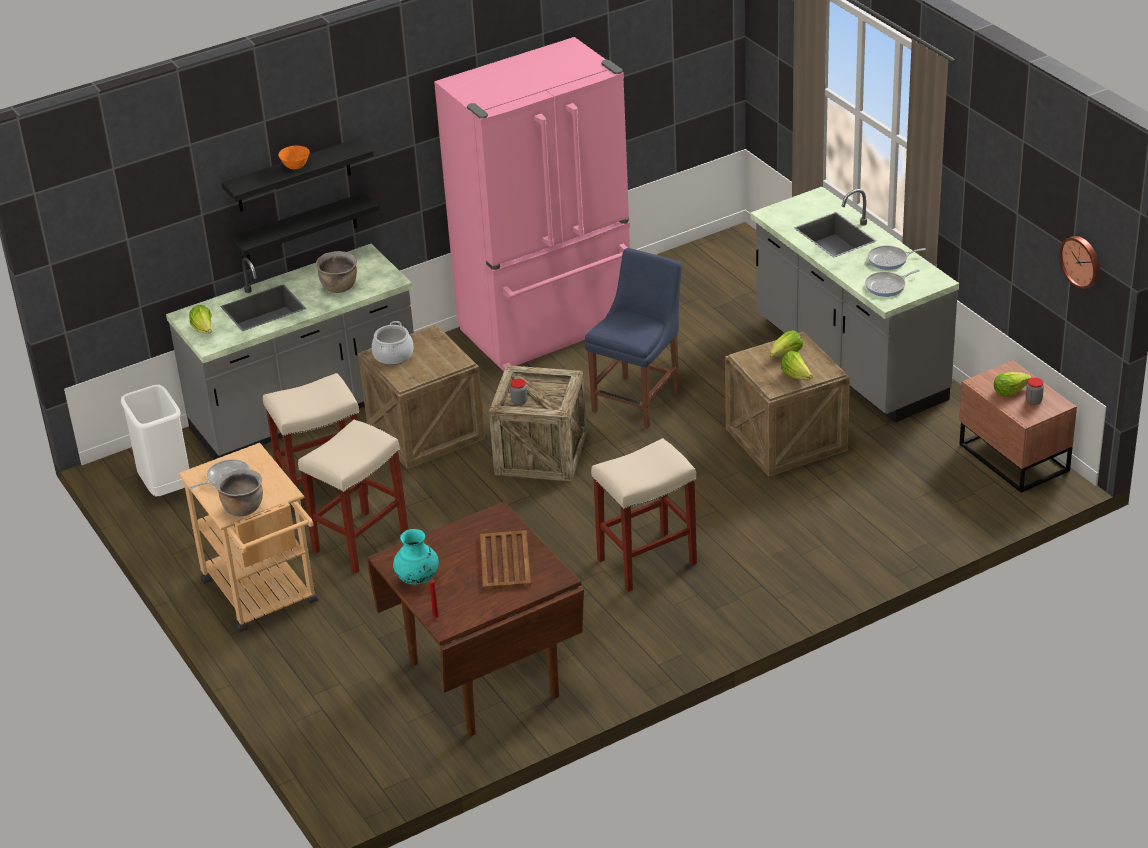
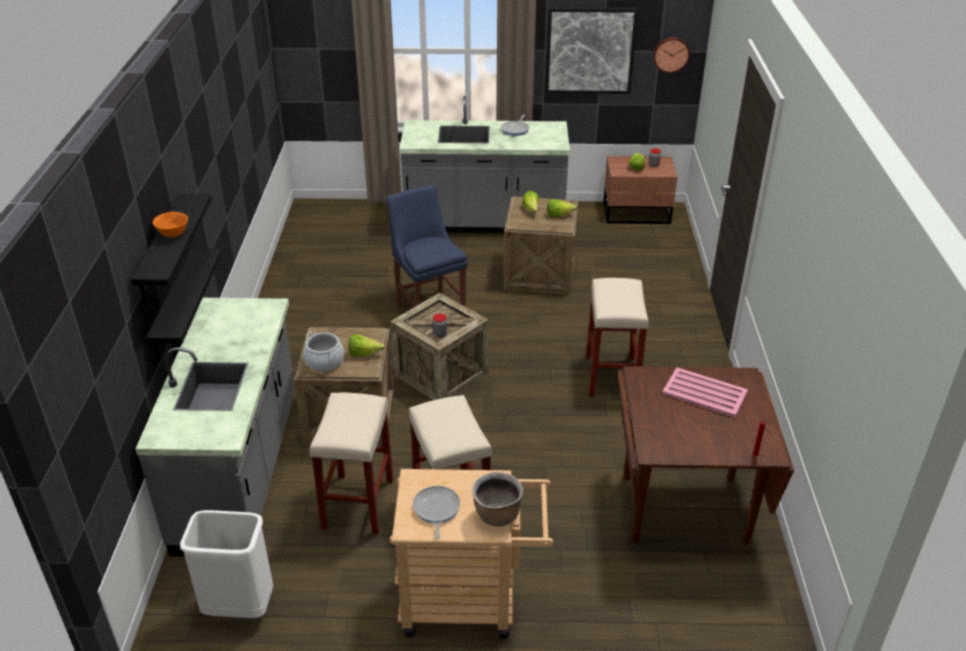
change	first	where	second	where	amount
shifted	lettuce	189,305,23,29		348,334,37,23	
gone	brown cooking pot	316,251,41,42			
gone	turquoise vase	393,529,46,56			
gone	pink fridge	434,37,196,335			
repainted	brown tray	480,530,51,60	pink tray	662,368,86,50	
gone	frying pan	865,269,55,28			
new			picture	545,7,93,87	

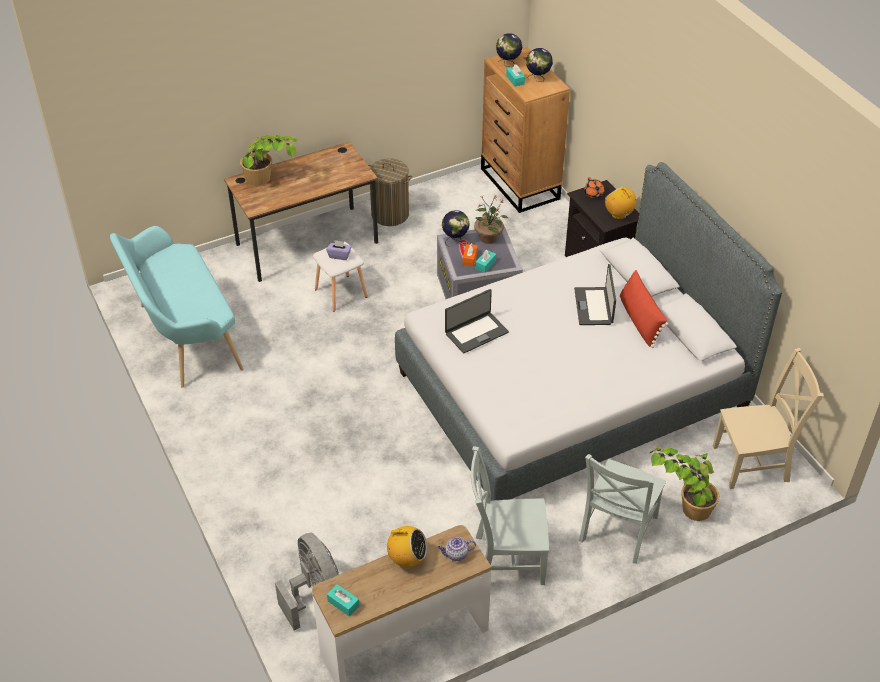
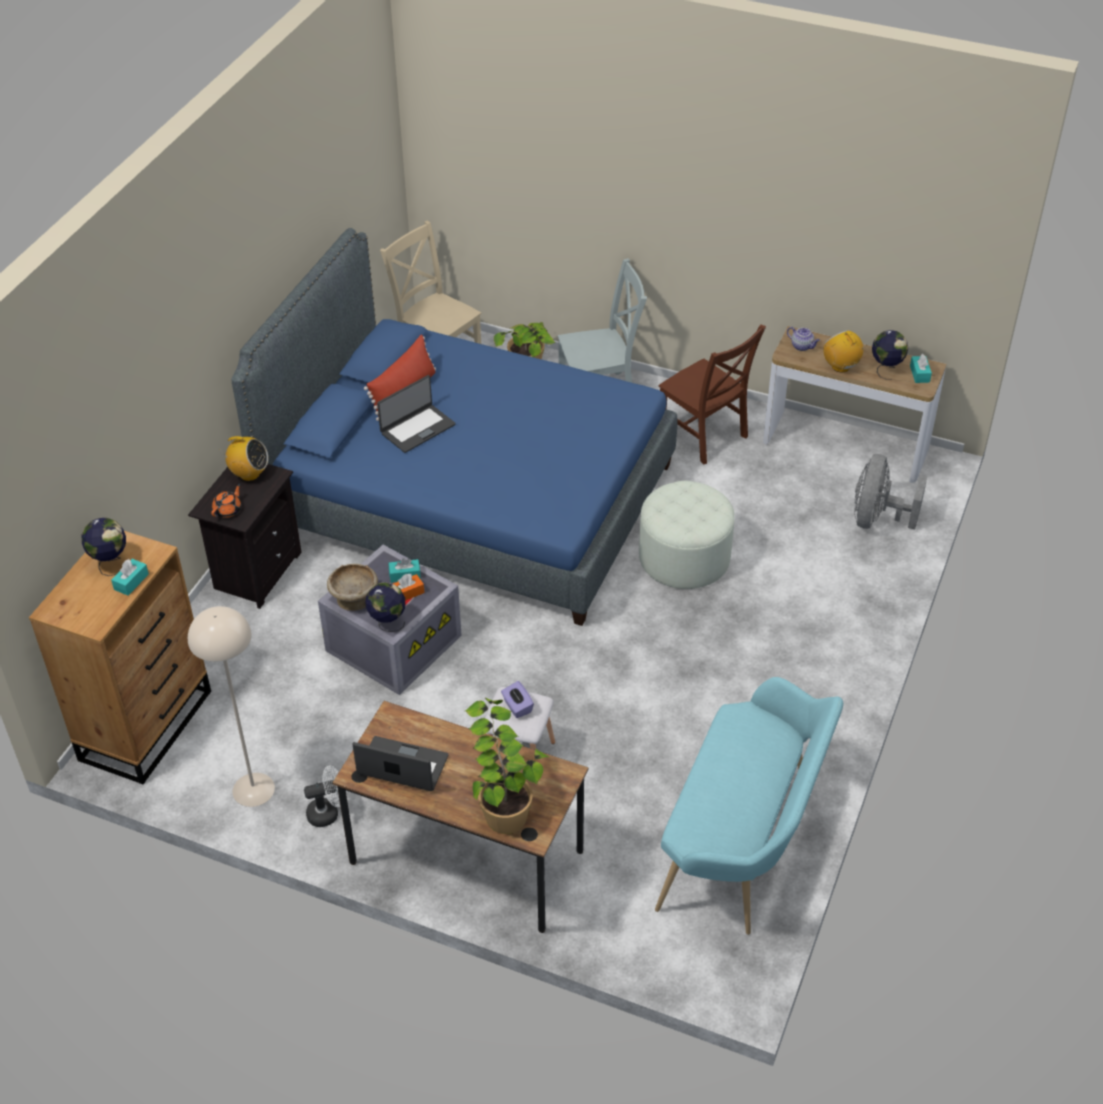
change	first	where	second	where	amount
swapped	laundry basket	368,159,44,67	white fan	304,766,36,61	
repainted	grey bed	395,162,387,339	blue bed	231,228,446,398	
shifted	laptop	445,289,64,65		352,736,97,55	
repainted	grey chair	471,446,78,139	brown chair	659,325,107,140	
swapped	potted plant	474,195,34,49	beige bowl	327,564,51,47	
shifted	globe	496,33,27,34		872,330,36,50	
rotated	radio	605,186,33,33		219,436,49,45	90 degrees counterclockwise
new			beige floor lamp	188,606,87,201	
new			white ottoman	639,481,96,108	

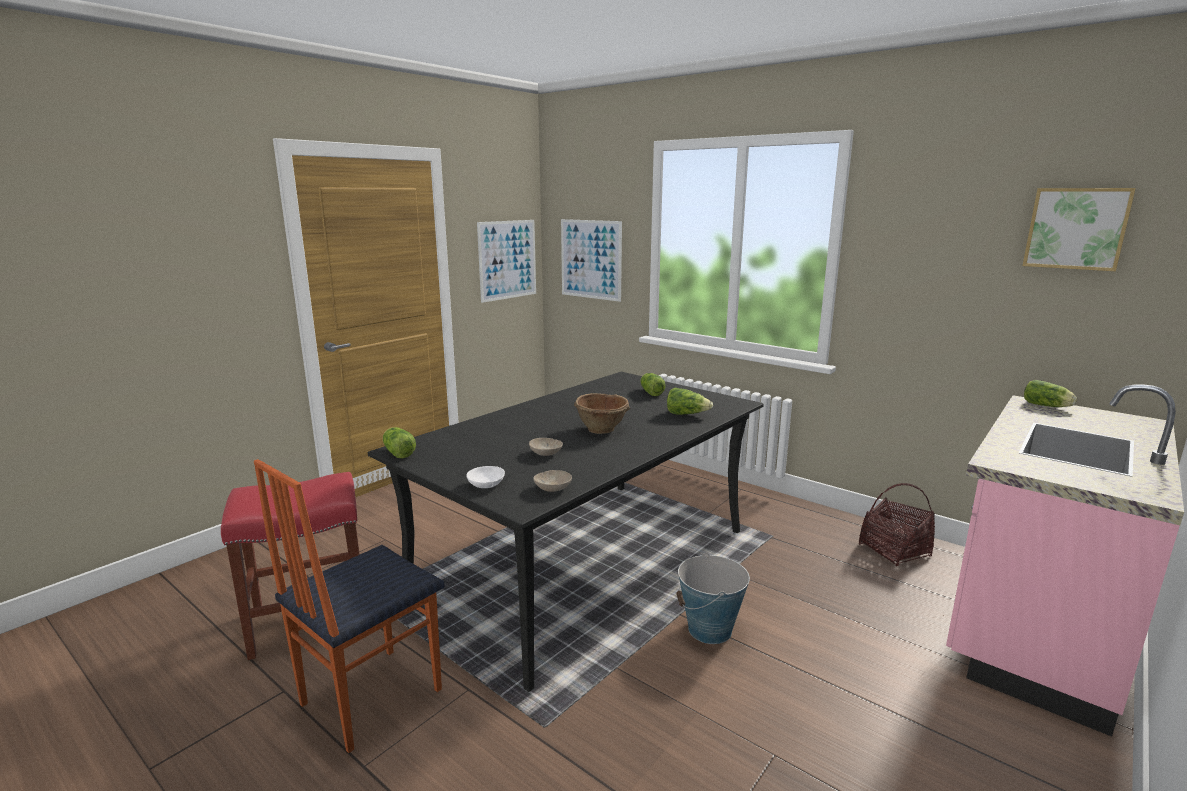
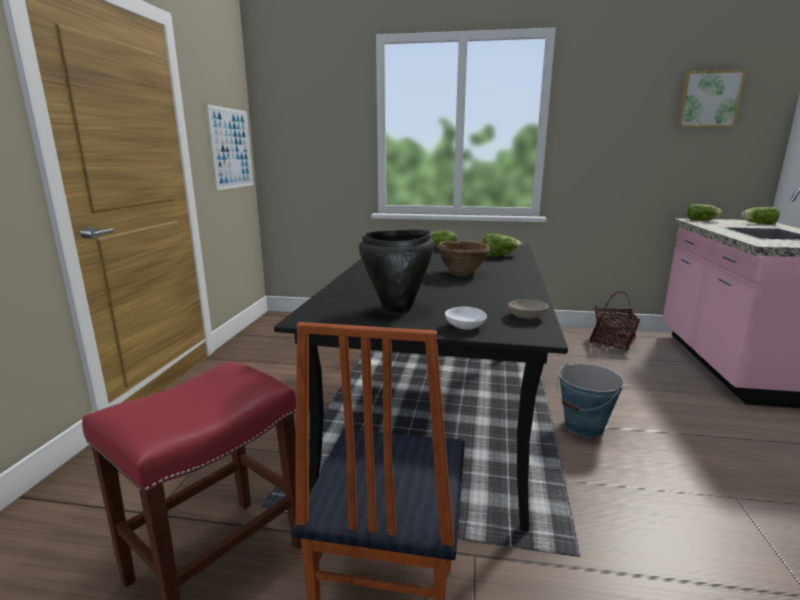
change	first	where	second	where	amount
shifted	lettuce	383,427,33,32		741,207,39,17	
gone	beige bowl	529,438,34,18			
gone	picture	561,219,61,83			
new			black cooking pot	359,229,75,84	

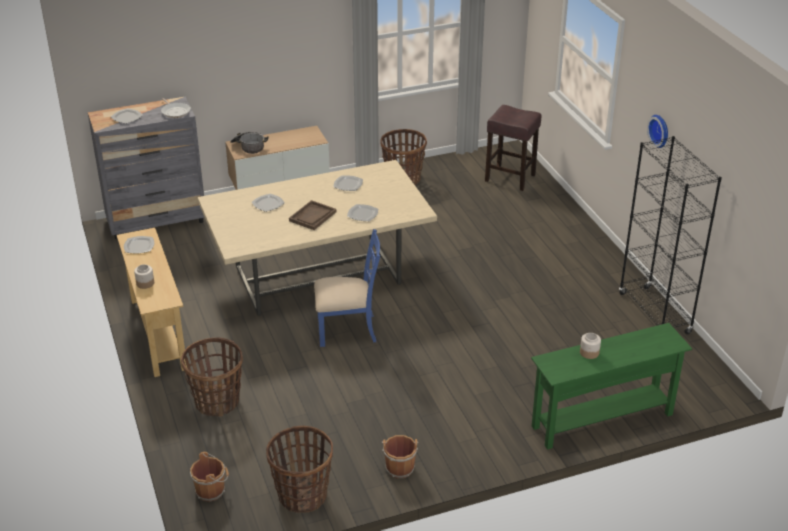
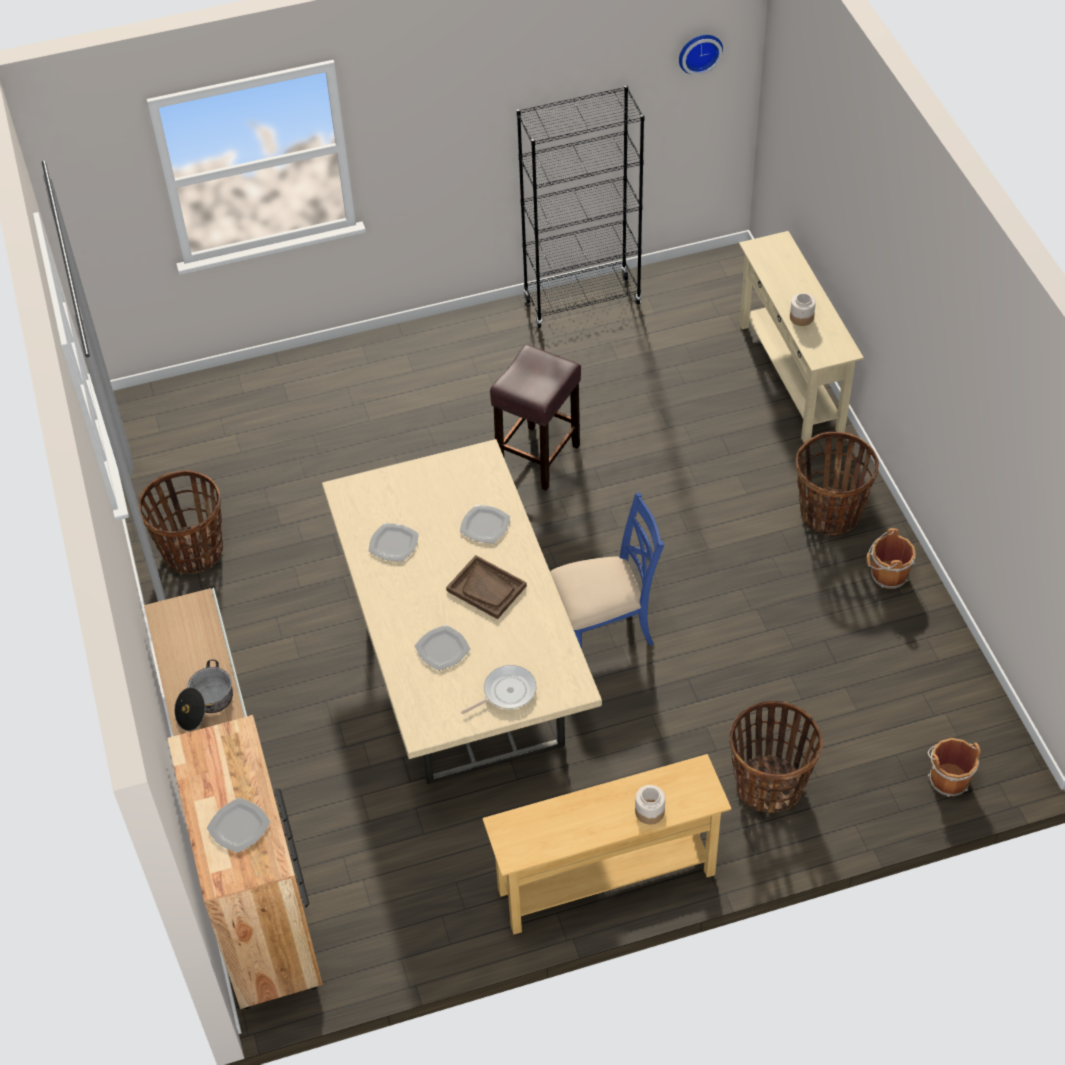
change	first	where	second	where	amount
repainted	grey dresser	88,96,117,143	brown dresser	167,715,156,294	
gone	plate	124,236,30,18			
shifted	frying pan	161,98,30,20		461,665,76,49	
shifted	basket	266,426,67,87		796,432,83,103	
rotated	blue chair	314,229,66,118		550,493,114,156	75 degrees clockwise
shifted	brown stool	485,105,57,86		490,344,91,147	
repainted	green console table	531,323,161,127	beige console table	739,231,125,212	
shifted	wall clock	647,115,21,33		679,35,44,40	

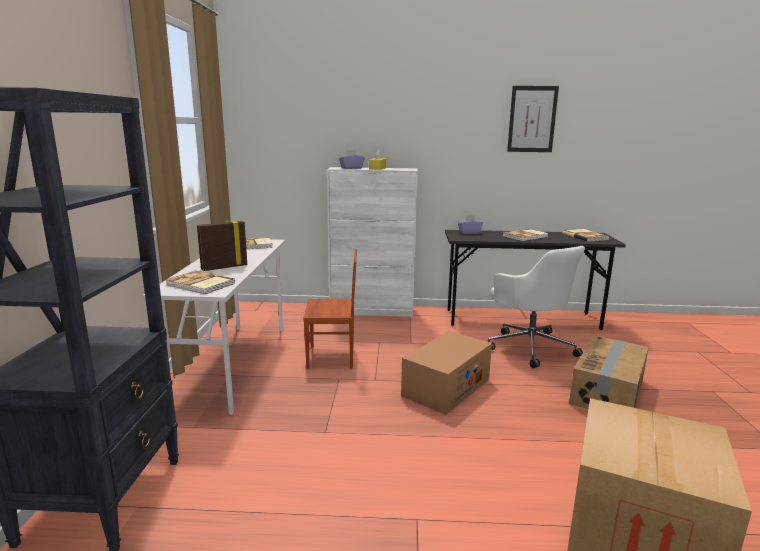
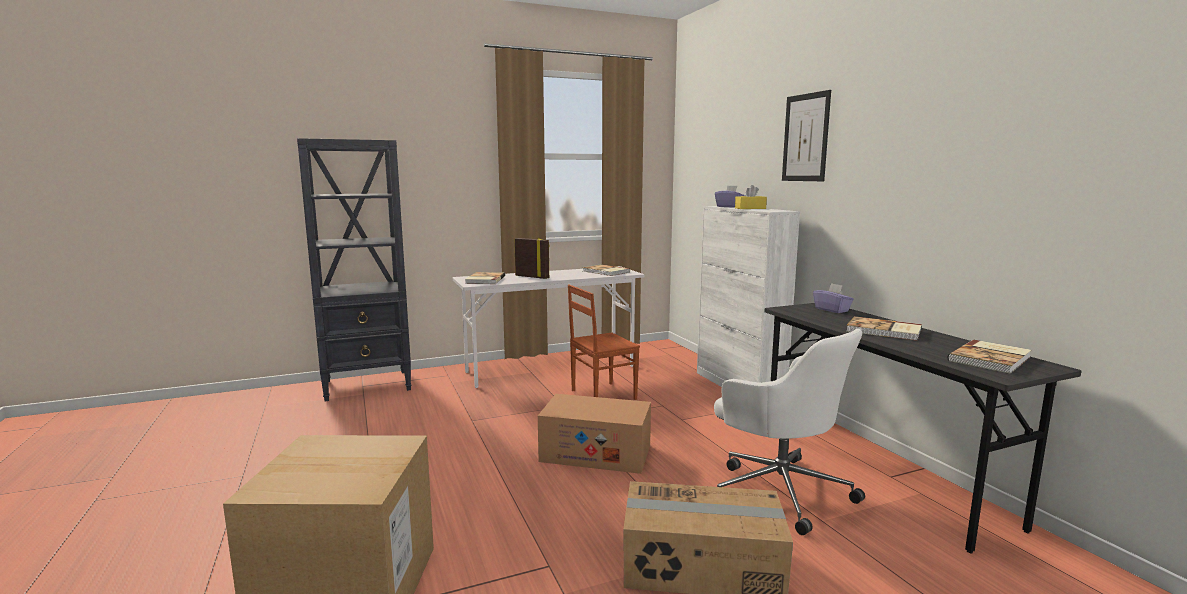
change	first	where	second	where	amount
rotated	brown chair	303,249,54,120		568,285,72,115	90 degrees clockwise
rotated	white office chair	488,246,97,122		714,328,151,207	75 degrees counterclockwise
shifted	picture	507,86,52,66		782,90,49,91	

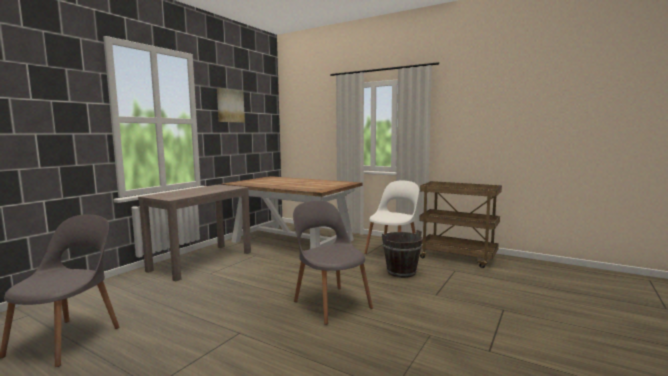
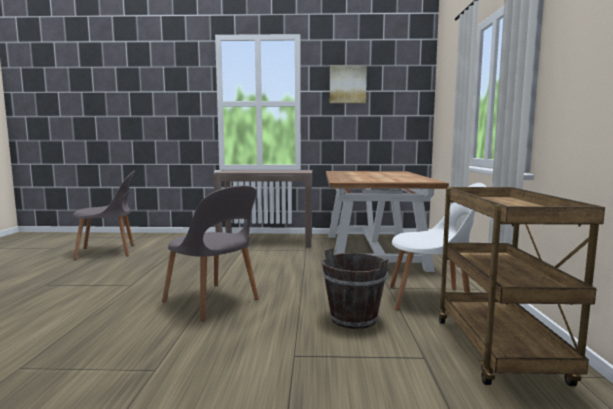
change	first	where	second	where	amount
rotated	grey chair	293,201,80,124		162,186,97,135	105 degrees clockwise

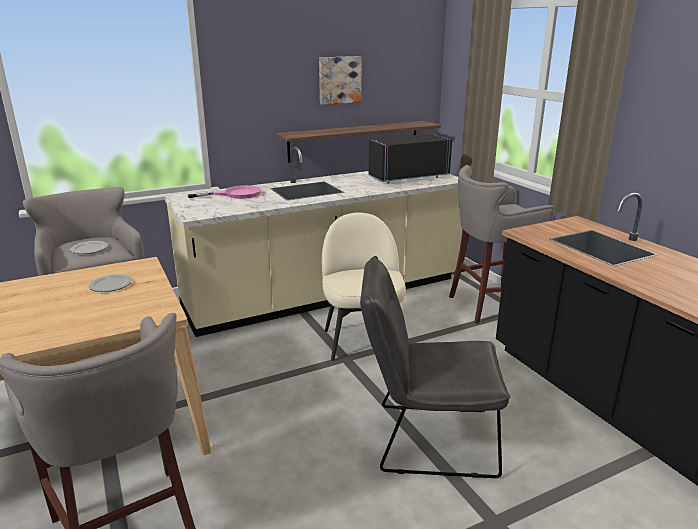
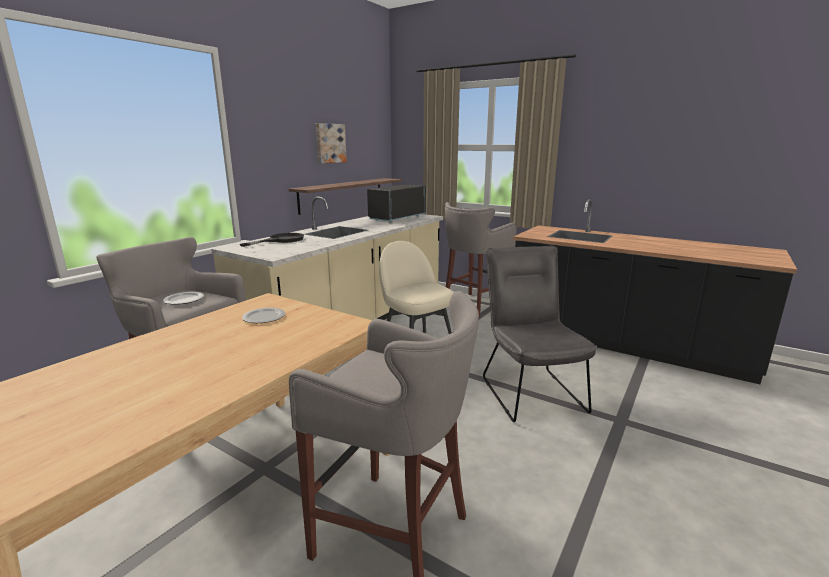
change	first	where	second	where	amount
repainted	pink frying pan	187,185,74,14	black frying pan	240,233,64,14	
rotated	grey chair	360,256,151,222		483,246,114,176	105 degrees clockwise

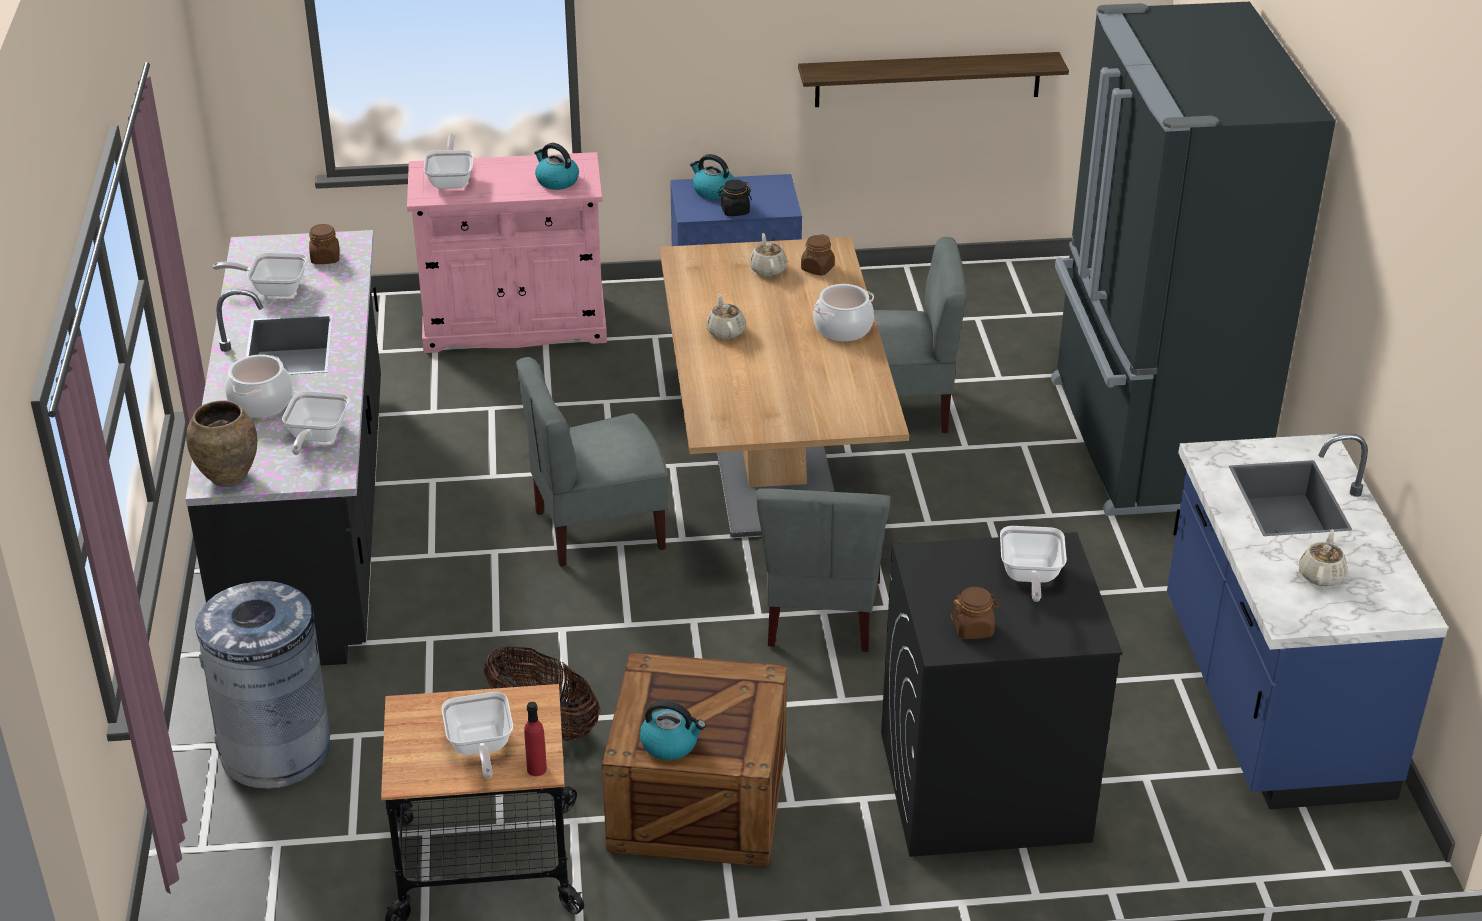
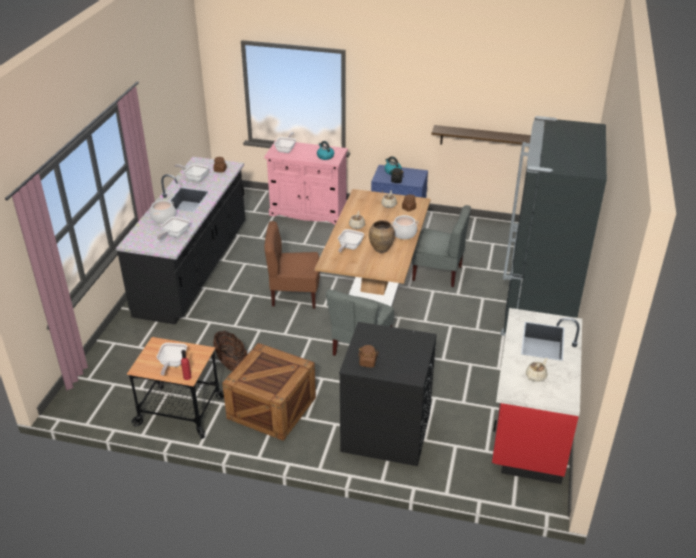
change	first	where	second	where	amount
shifted	brown vase	186,400,71,87		369,220,26,33	
gone	grey trash can	195,581,135,208			
repainted	grey chair	516,357,152,210	brown chair	264,221,56,88	
gone	kettle	640,701,66,59			
shifted	frying pan	1000,526,67,76		338,229,26,23	
repainted	blue counter	1167,434,281,376	red counter	492,308,90,176	

